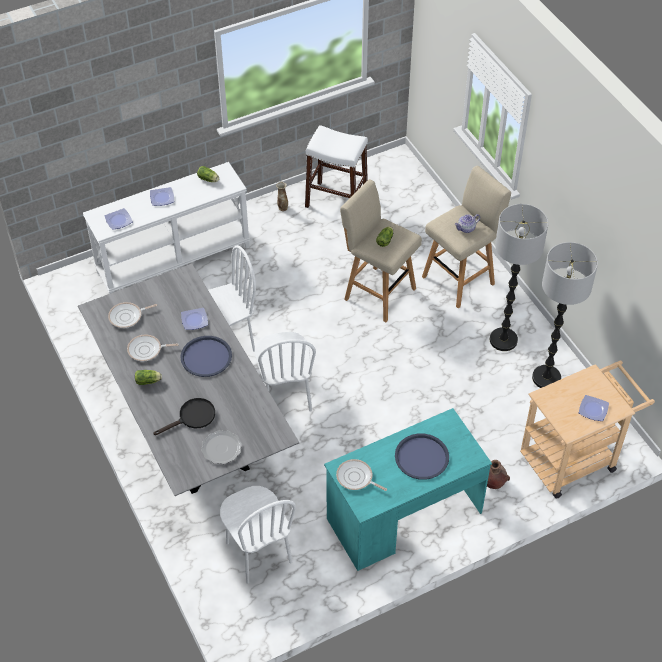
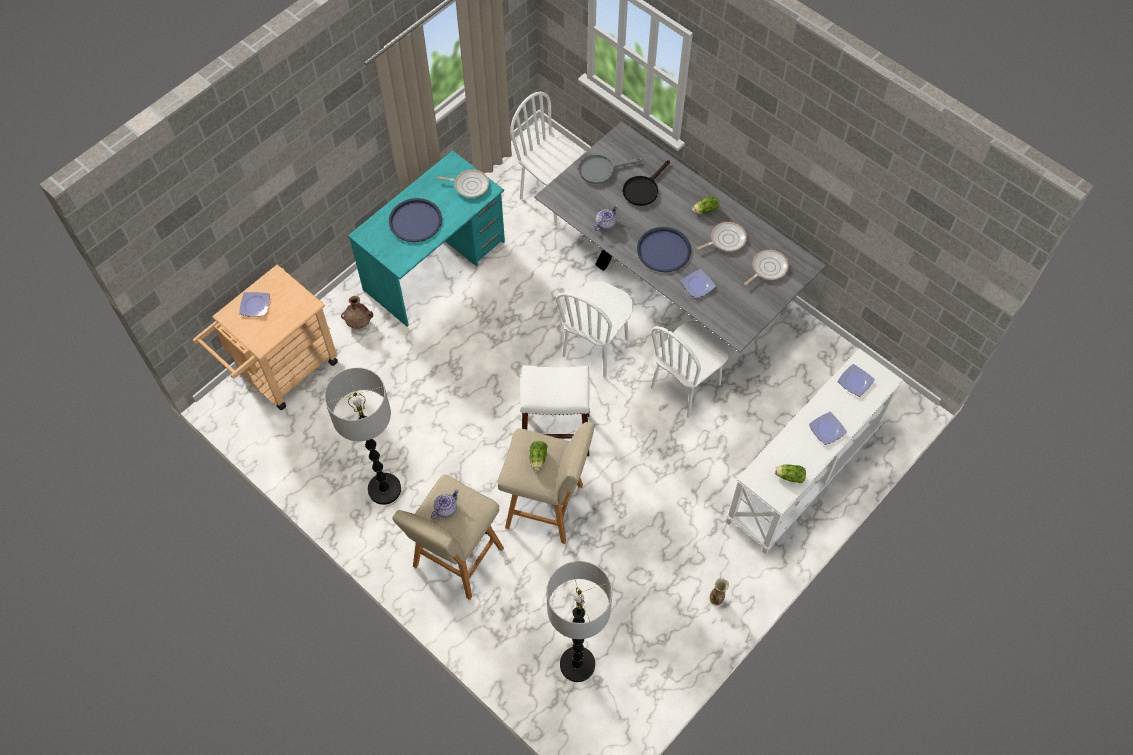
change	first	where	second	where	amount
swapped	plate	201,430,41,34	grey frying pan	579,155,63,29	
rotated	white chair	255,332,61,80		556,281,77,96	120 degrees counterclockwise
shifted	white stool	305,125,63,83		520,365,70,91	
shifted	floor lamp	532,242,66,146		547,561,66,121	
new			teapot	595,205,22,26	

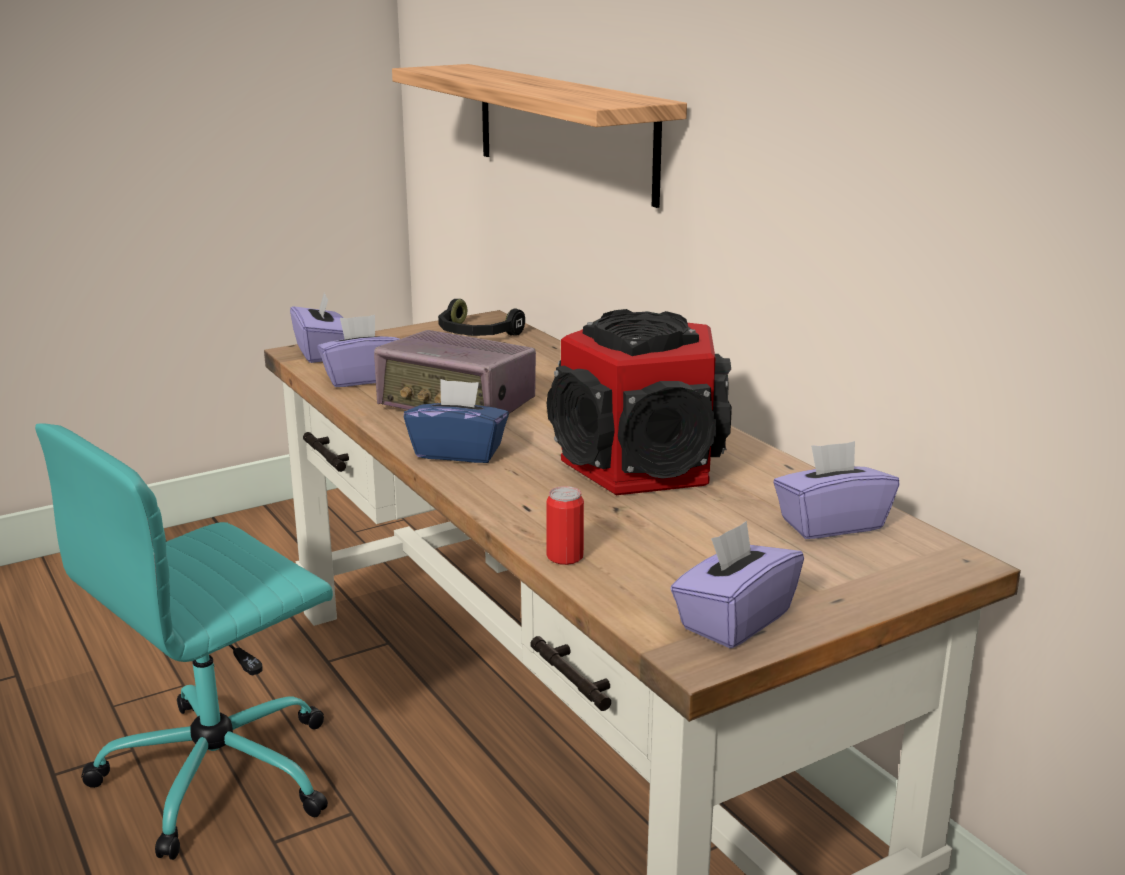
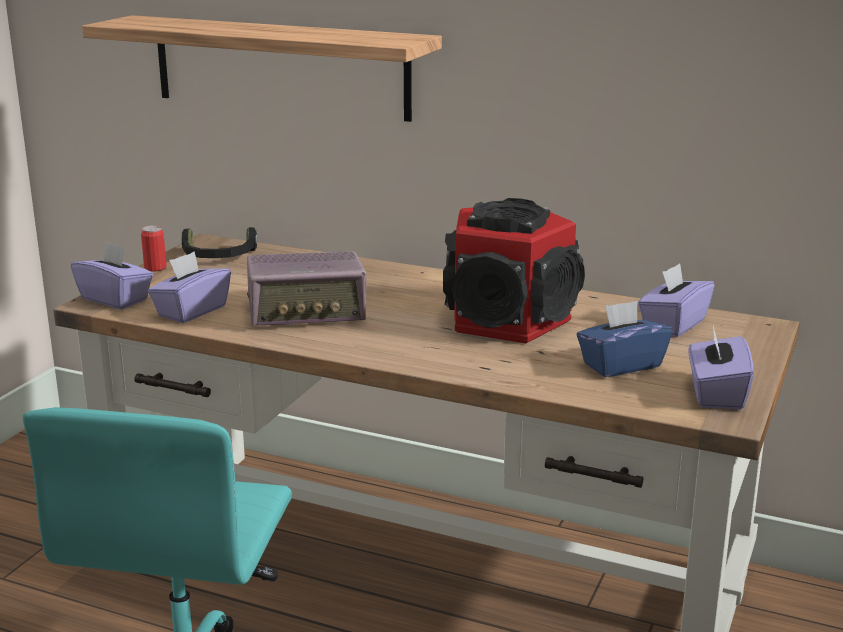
change	first	where	second	where	amount
shifted	blue tissue box	404,379,105,84		576,301,97,76	
shifted	can	546,486,38,79		141,225,26,46	

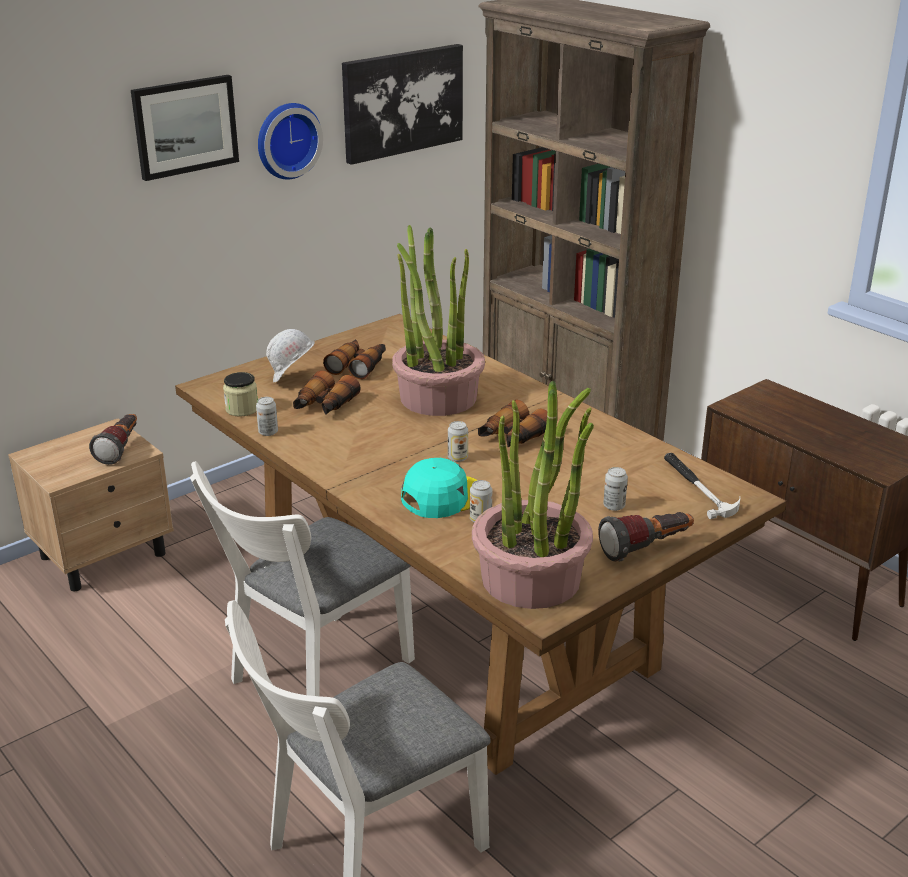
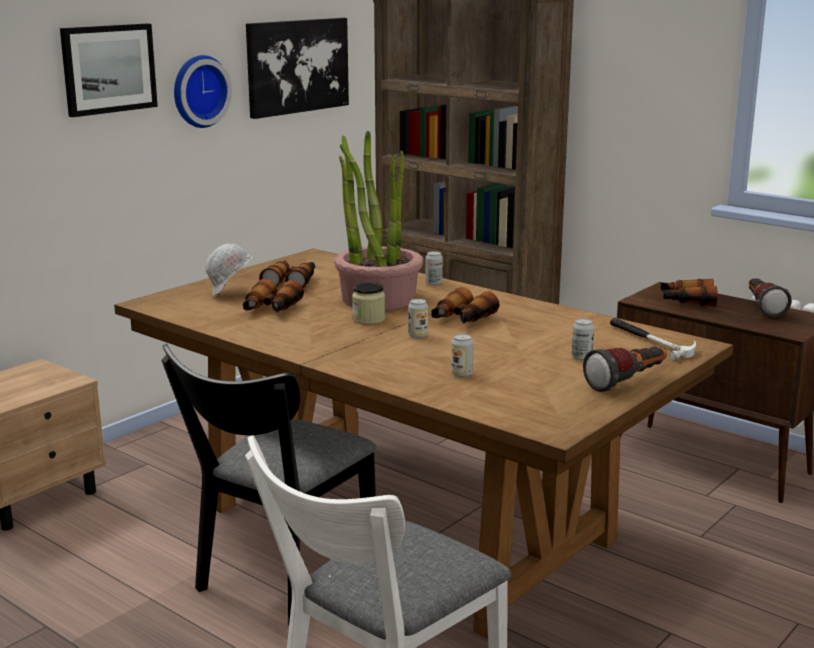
change	first	where	second	where	amount
shifted	flashlight	89,414,48,51		749,279,43,39	
repainted	white chair	190,461,225,235	black chair	161,344,216,282	
shifted	jar	223,372,35,45		352,282,33,43	
shifted	can	256,397,22,39		425,251,18,34	
gone	turquoise cap	401,458,76,60			
gone	potted plant	472,381,122,228			
new			binoculars	660,279,58,28	

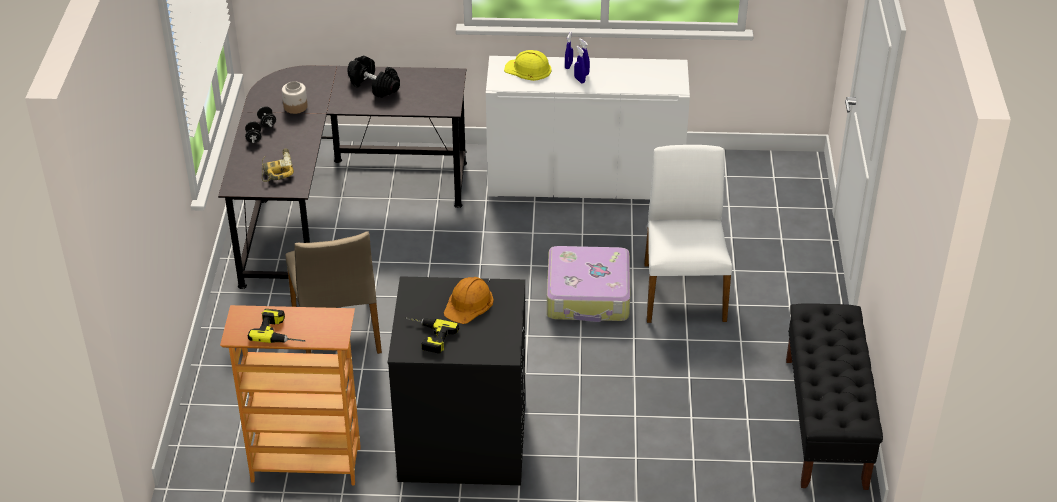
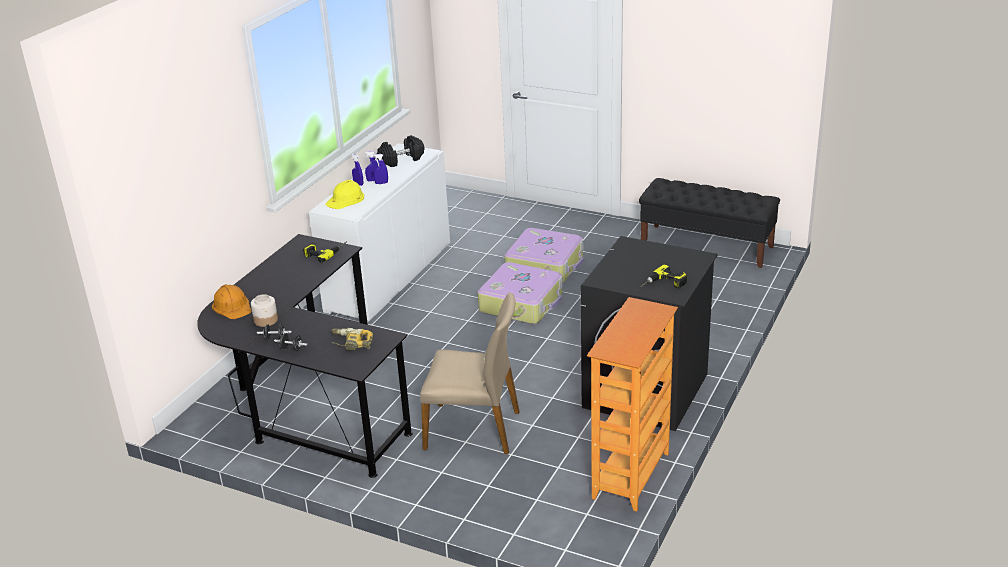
change	first	where	second	where	amount
shifted	power drill	247,309,58,34		303,241,44,22	
shifted	black dumbbell	347,56,53,42		377,135,48,32	
shifted	orange hard hat	444,277,49,47		212,284,40,35	
swapped	white chair	644,145,88,178	suitcase	504,228,80,55	

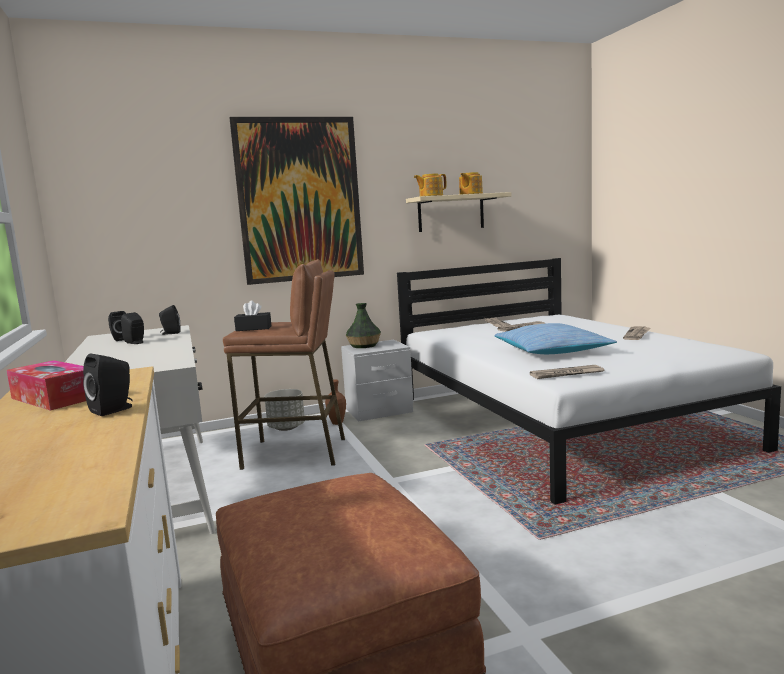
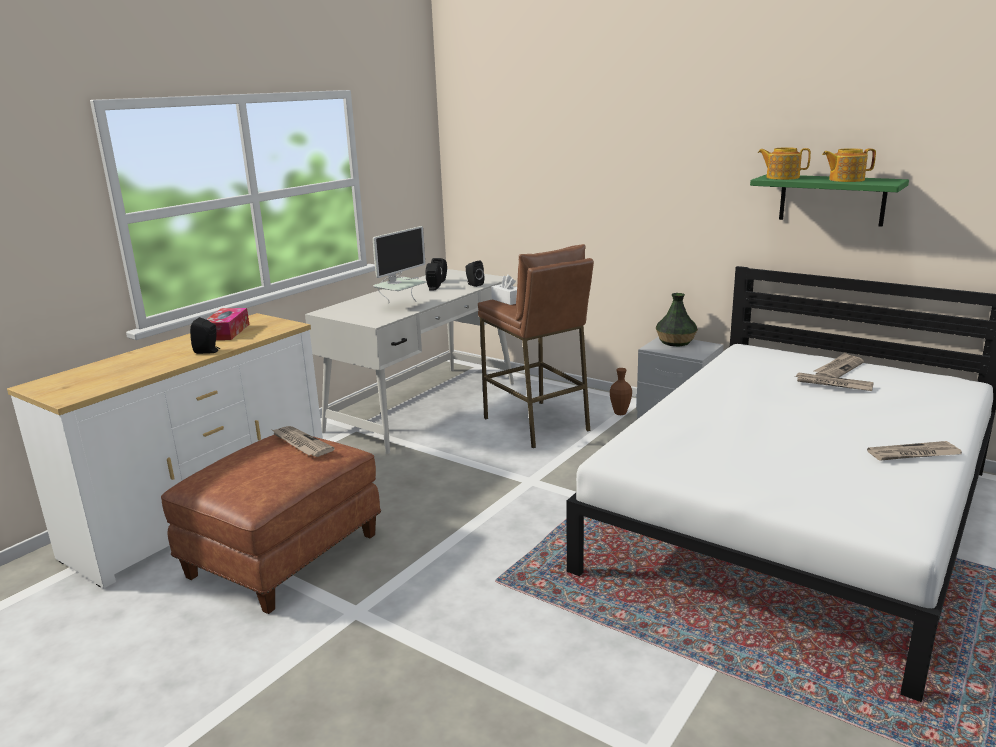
change	first	where	second	where	amount
gone	picture	229,117,135,168			
repainted	black tissue box	234,301,37,30	white tissue box	491,274,26,31	
gone	grey planter	264,389,41,42			
repainted	beige shelf	406,192,106,40	green shelf	750,174,159,53	
gone	pillow	495,323,122,31			
shifted	newspaper	530,365,74,14		272,426,63,31	
new			monitor	373,226,54,78	

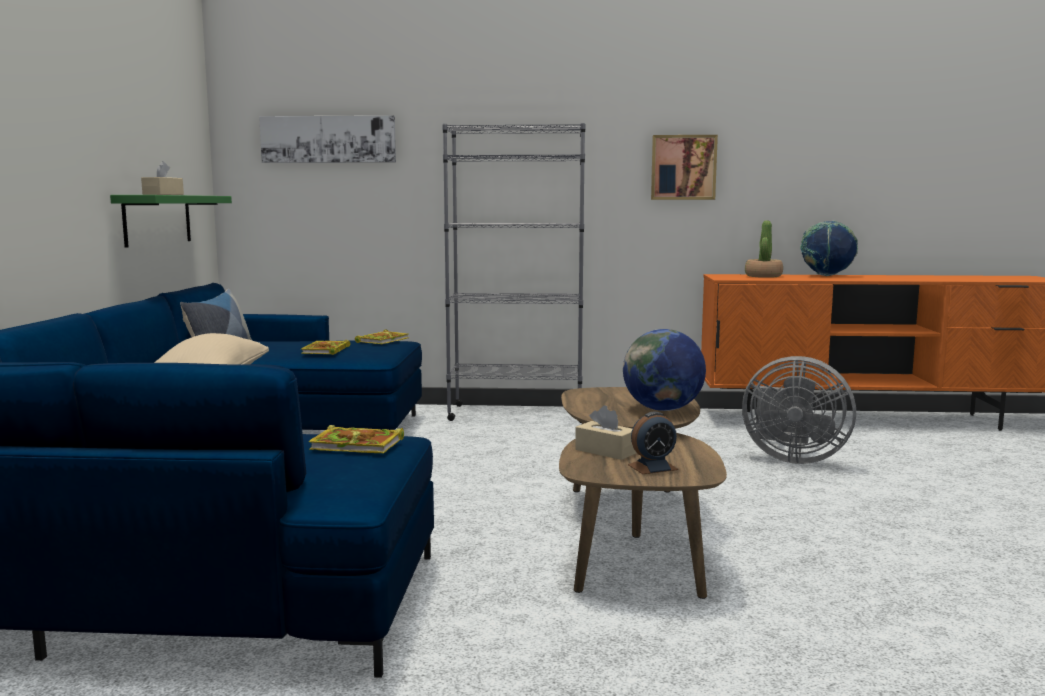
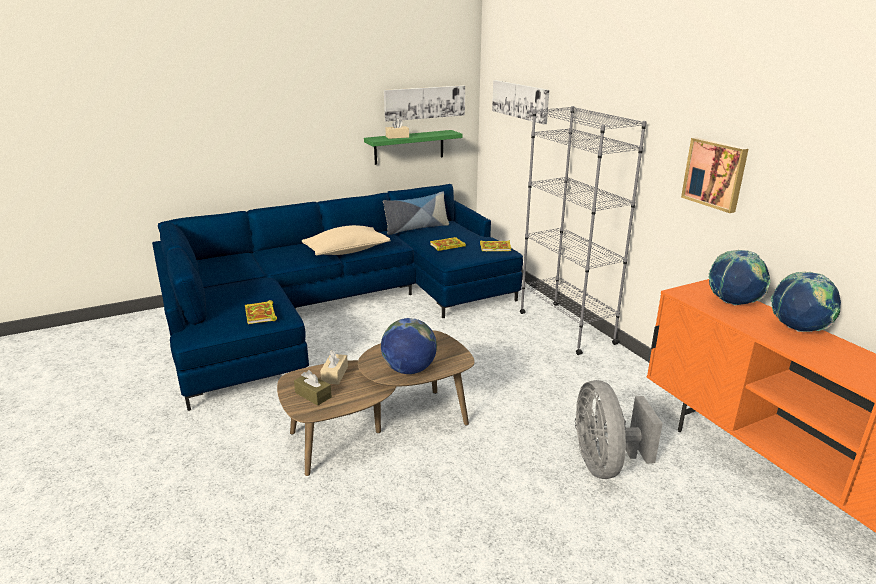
change	first	where	second	where	amount
swapped	alarm clock	628,412,50,62	brown tissue box	294,370,38,36	
swapped	potted plant	745,221,38,57	globe	708,250,63,56	
new			picture	384,85,81,37	

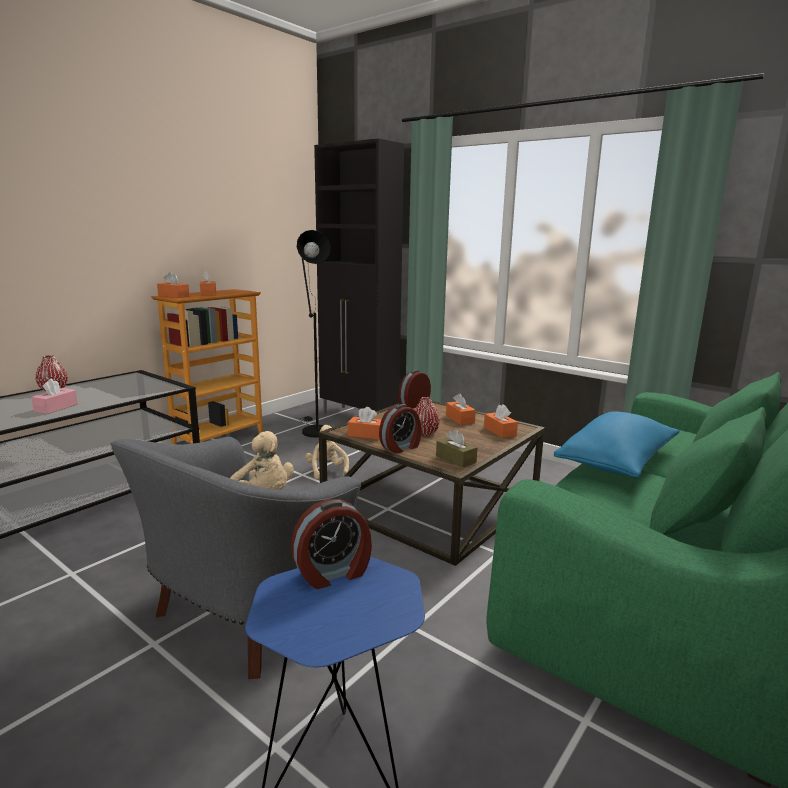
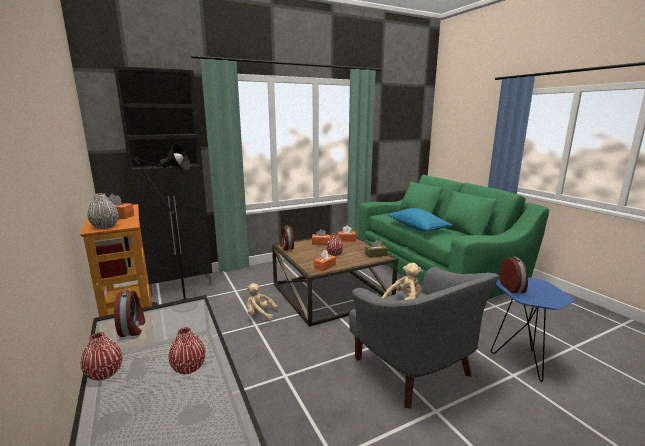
change	first	where	second	where	amount
swapped	pink tissue box	31,379,47,35	red vase	168,327,38,47	
swapped	orange tissue box	157,272,32,26	grey vase	87,193,31,36	
shifted	alarm clock	379,404,42,50		114,290,31,47	

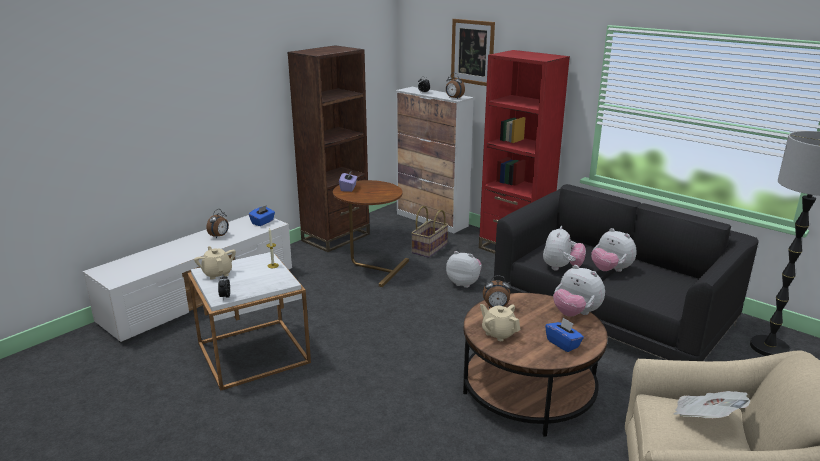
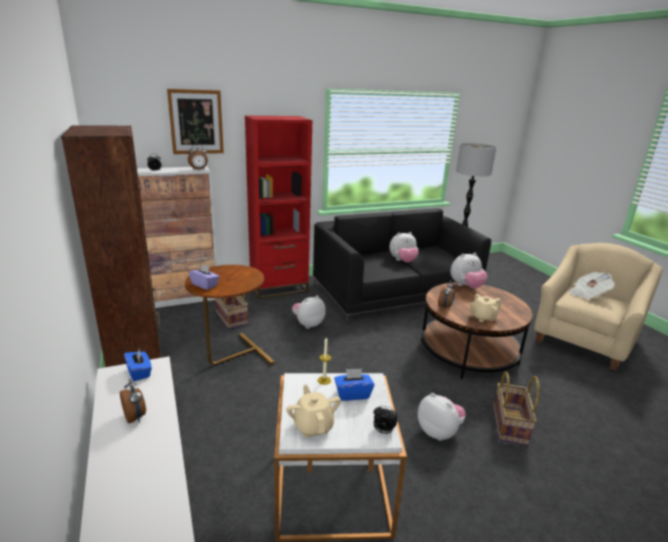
change	first	where	second	where	amount
rotated	beige teapot	194,246,42,34		286,384,55,54	75 degrees clockwise
shifted	plush toy	543,226,43,44		418,393,48,48	
shifted	blue tissue box	545,317,39,35		334,368,40,33	
new			basket	493,372,47,73	

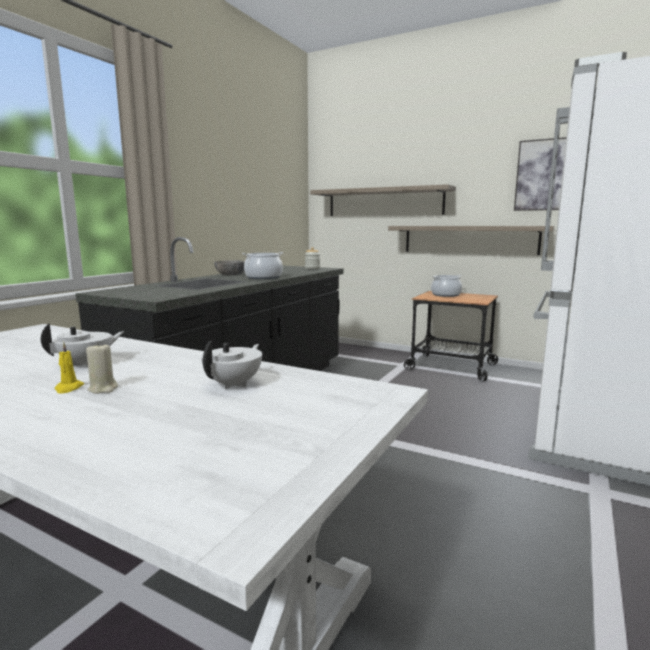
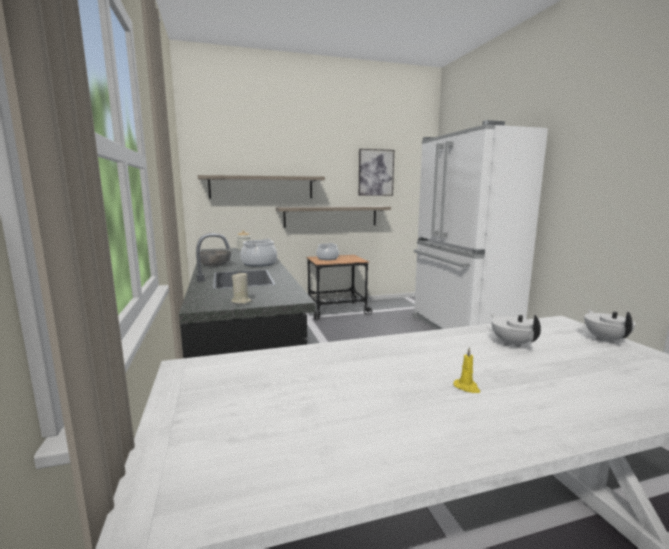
change	first	where	second	where	amount
shifted	white teapot	41,323,84,43		584,310,52,34	
shifted	beige candle	86,342,32,52		231,271,21,33	

